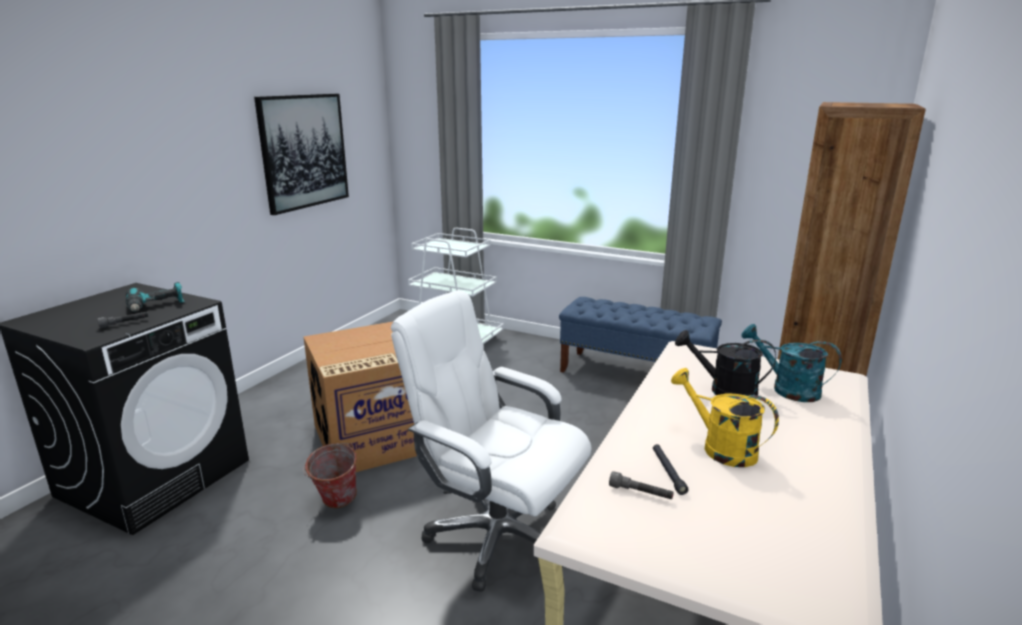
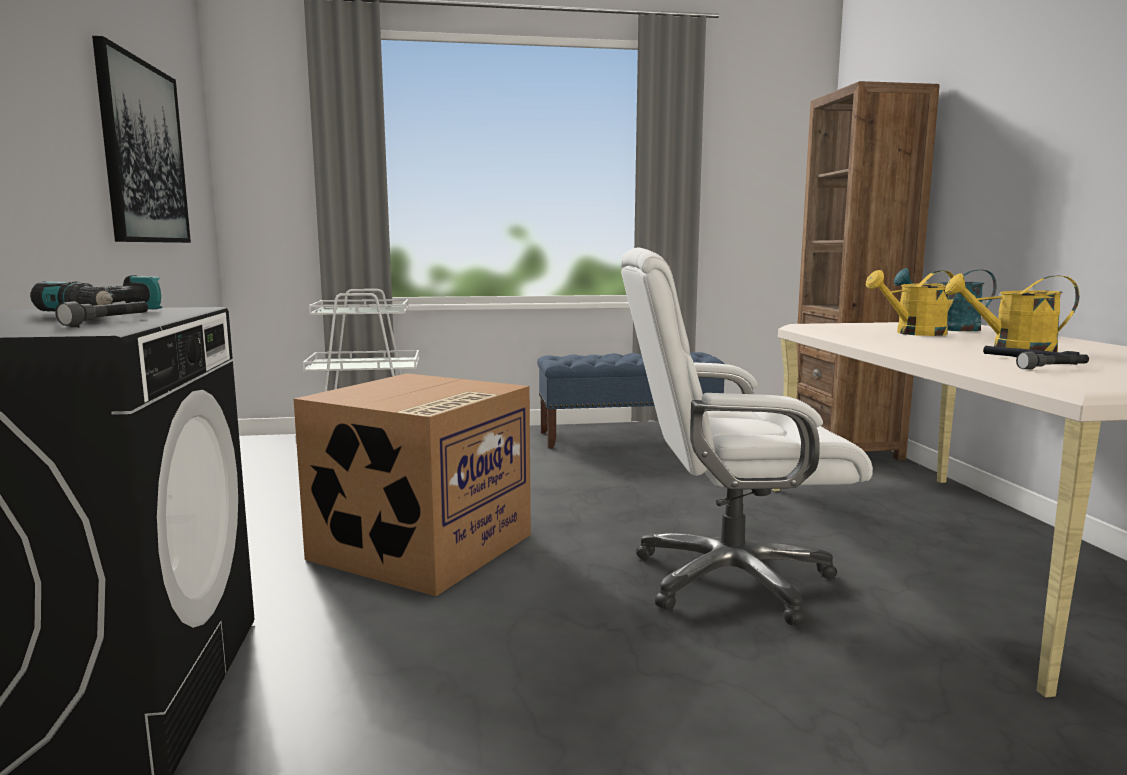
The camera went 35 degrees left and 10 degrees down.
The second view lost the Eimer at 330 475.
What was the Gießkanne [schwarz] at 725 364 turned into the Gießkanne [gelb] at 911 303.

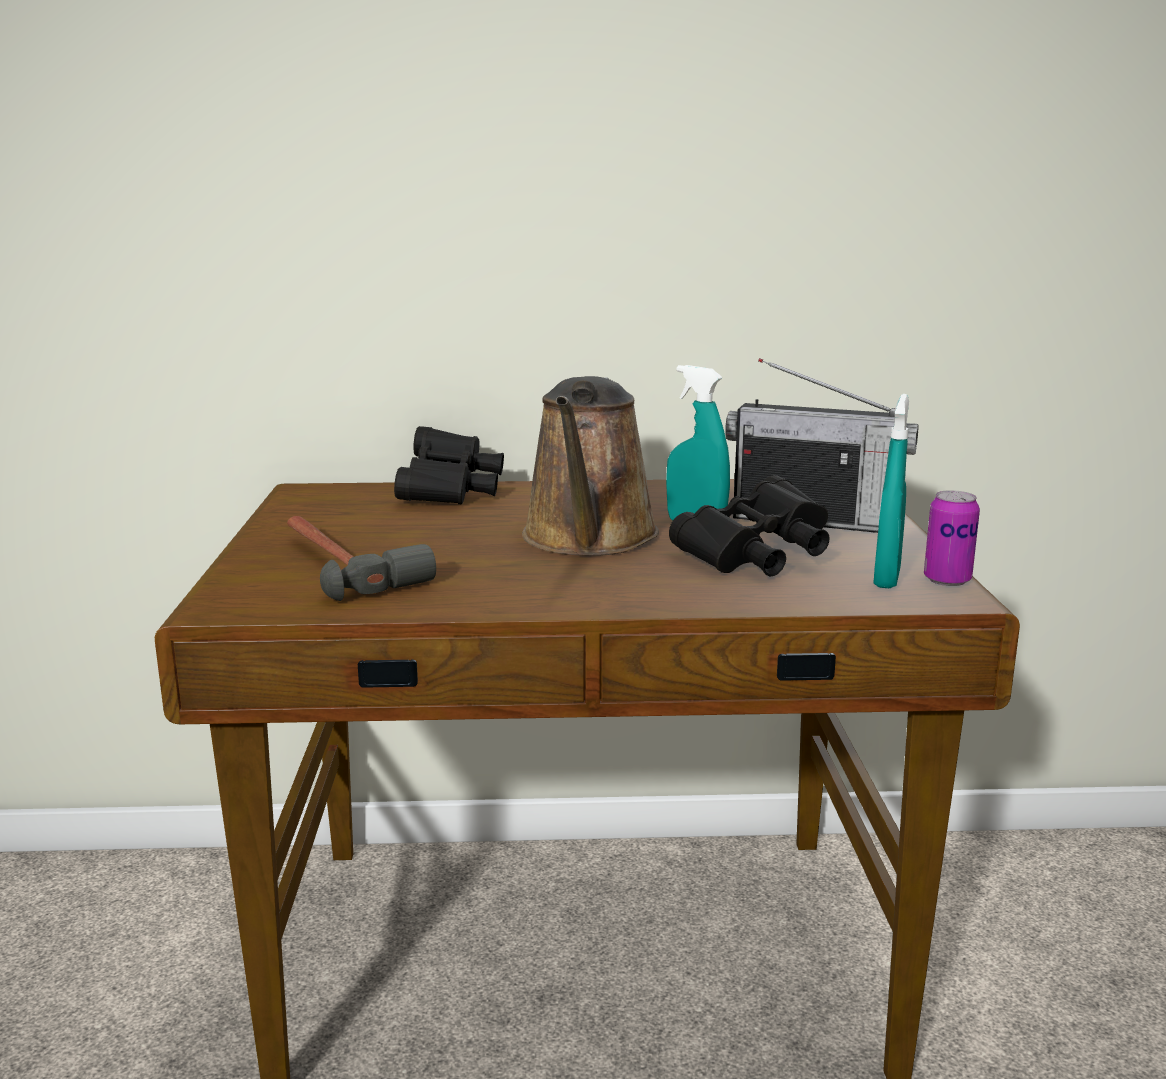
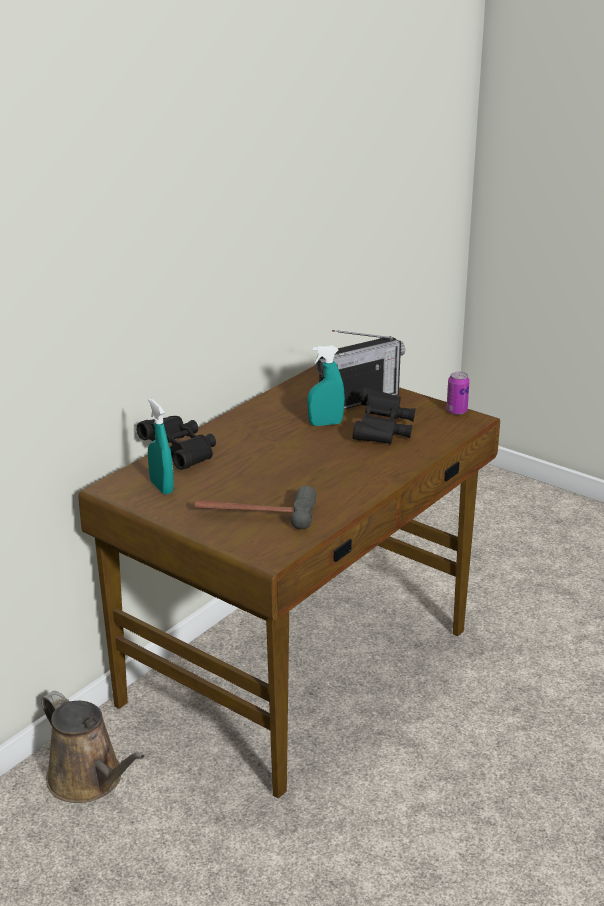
The camera went 50 degrees left and 10 degrees up.
The Gießkanne [braun] ended up elsewhere, having gone from 590 466 to 93 747.
The Sprühflasche [türkis] ended up elsewhere, having gone from 891 491 to 161 446.

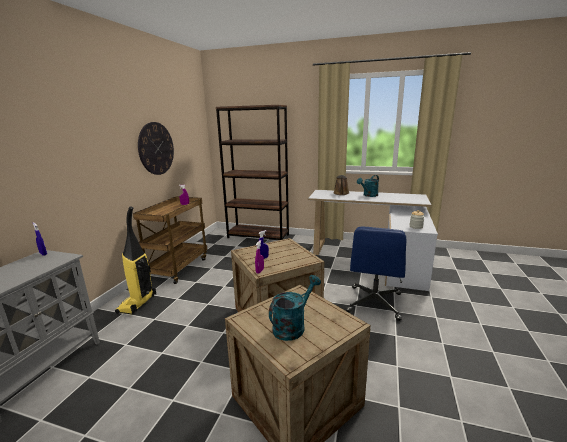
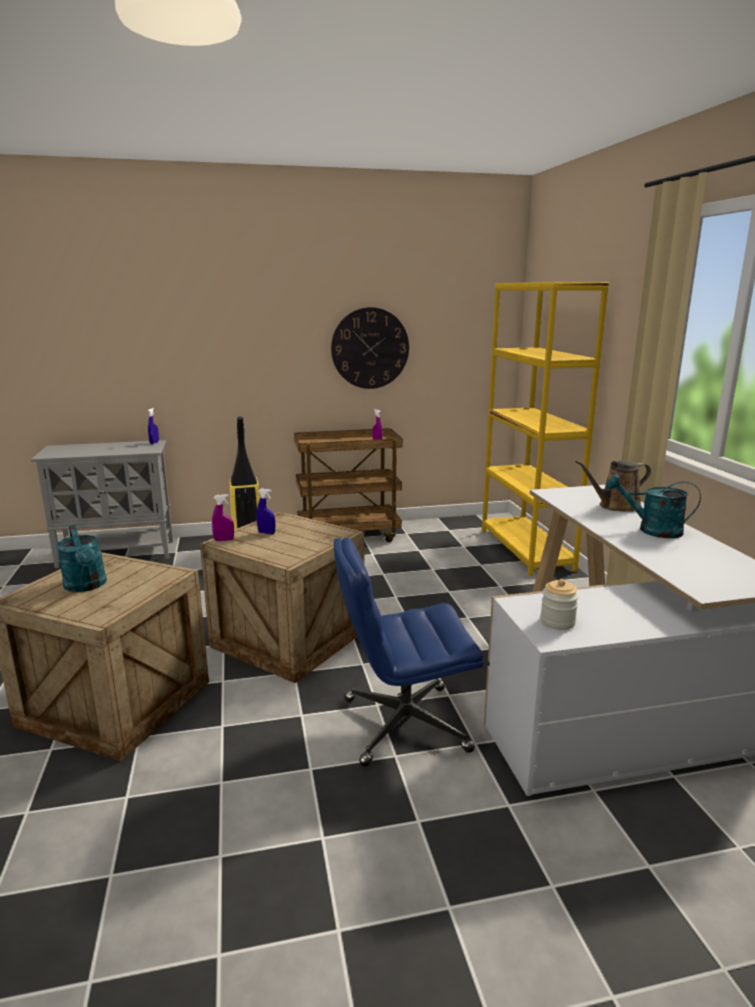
The camera went 60 degrees right and 0 degrees up.
What was the Bücherregal [braun] at 252 172 turned into the Bücherregal [gelb] at 546 429.
The Gießkanne [türkis] at 295 308 ended up facing another way, 45 degrees clockwise from before.

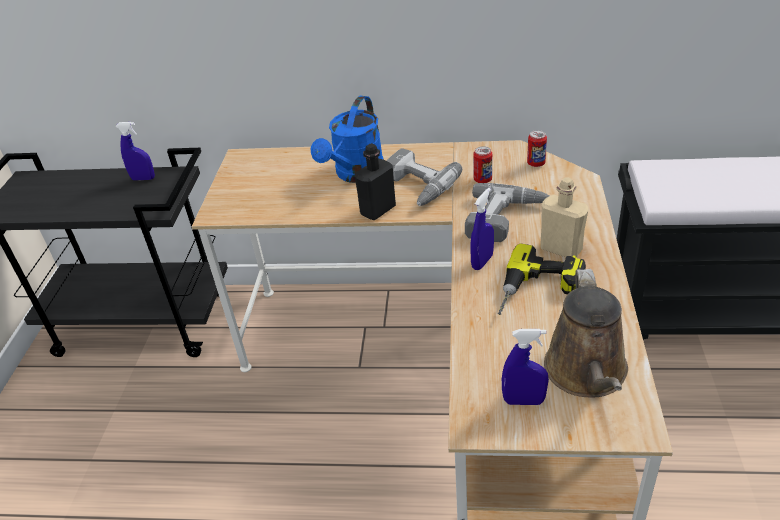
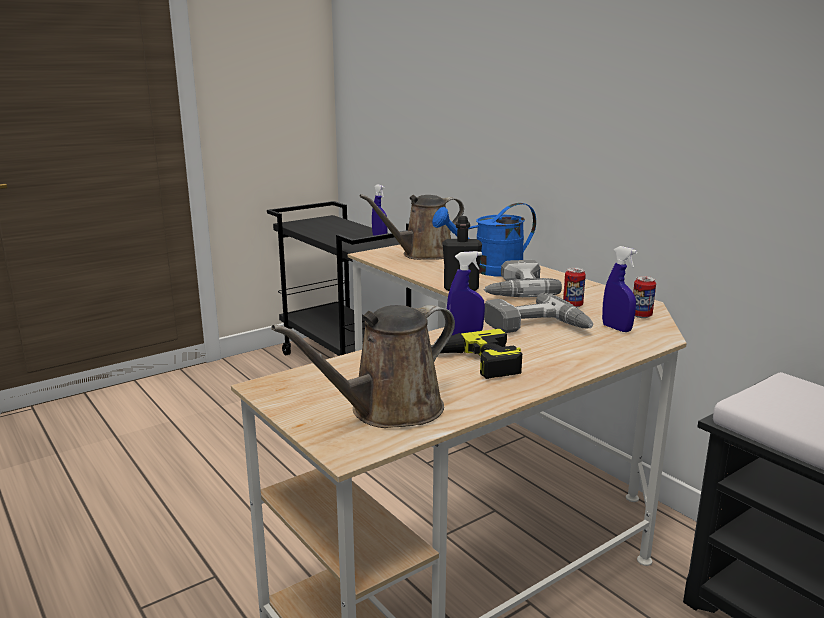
The camera went 45 degrees right and 20 degrees down.
The second view lost the Flasche [beige] at 564 217.
The second view gained the Gießkanne [braun] at 412 227.
The Sprühflasche [blau] ended up elsewhere, having gone from 525 367 to 620 289.

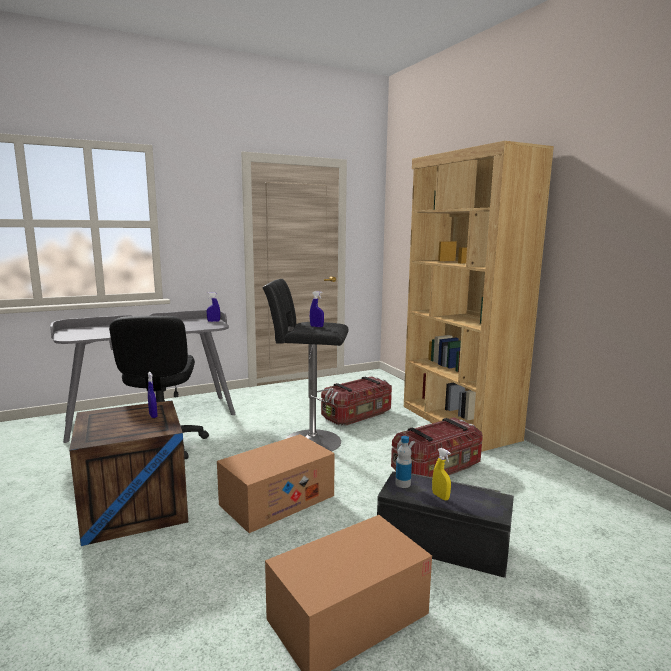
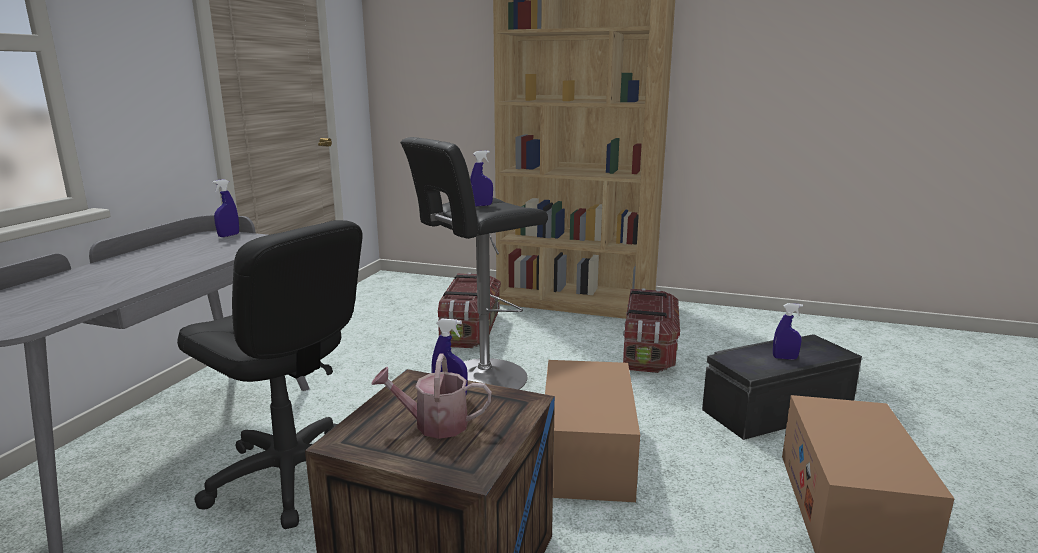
The camera went 45 degrees left and 5 degrees up.
The second view lost the Flasche at 403 462.
The second view gained the Gießkanne at 431 396.
What was the Sprühflasche [gelb] at 441 474 turned into the Sprühflasche [blau] at 788 331.

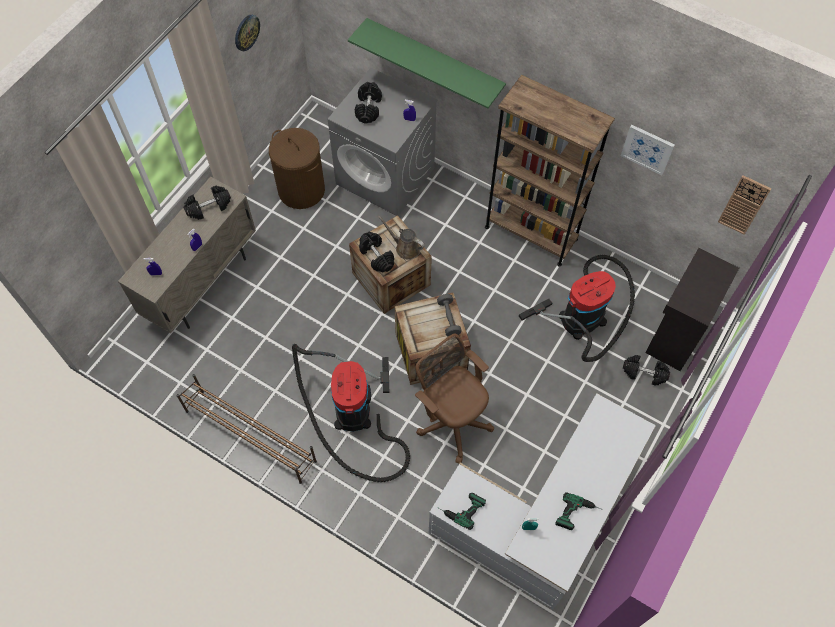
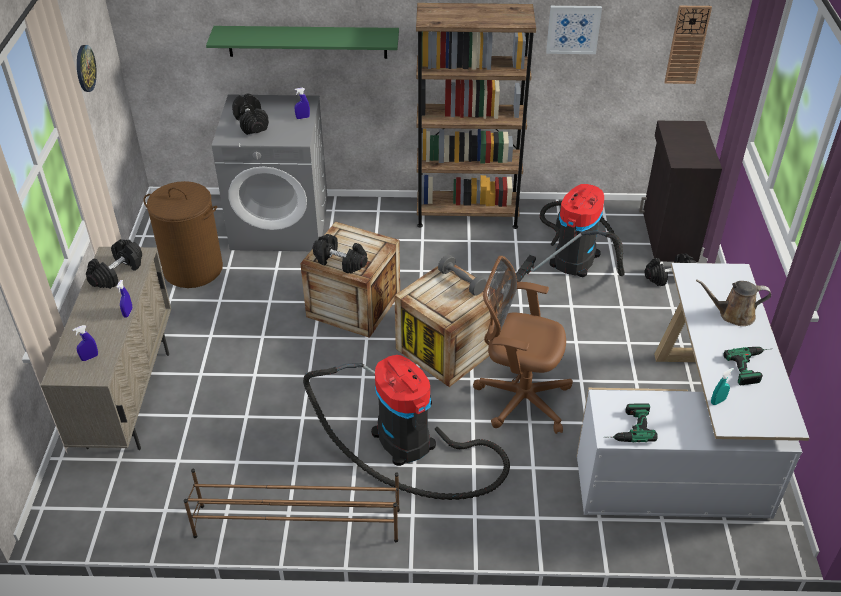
The camera went 30 degrees left and 20 degrees down.
The Gießkanne [braun] ended up elsewhere, having gone from 401 238 to 733 302.

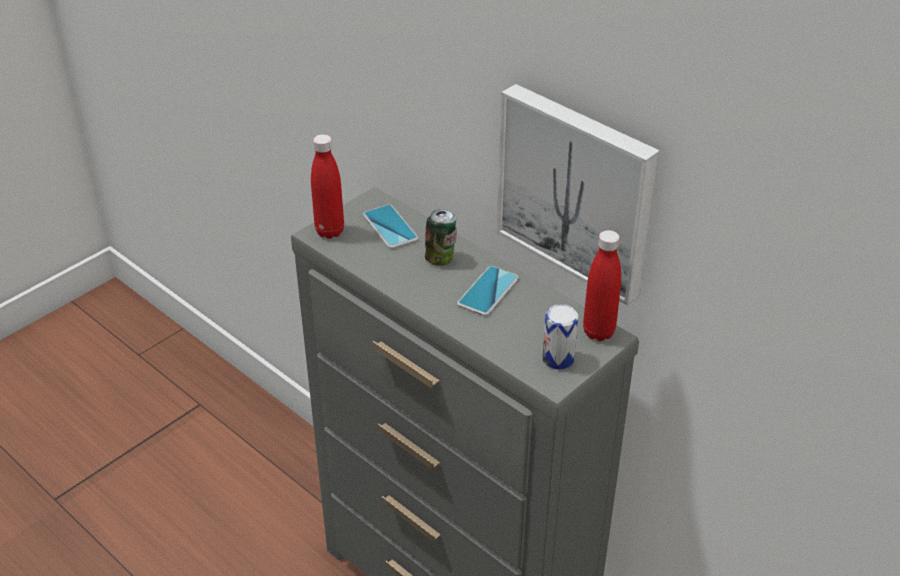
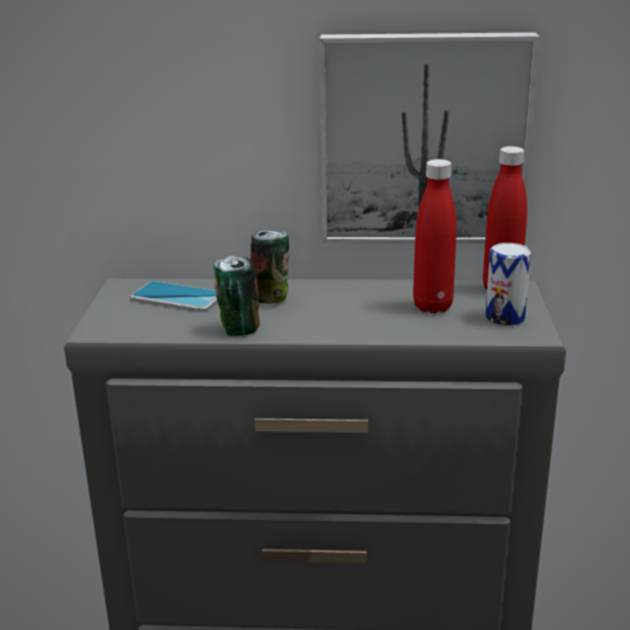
The camera went 40 degrees left and 15 degrees down.
The second view lost the Handy at 488 291.
The second view gained the Dose at 236 296.
The Flasche [rot] ended up elsewhere, having gone from 327 186 to 435 236.

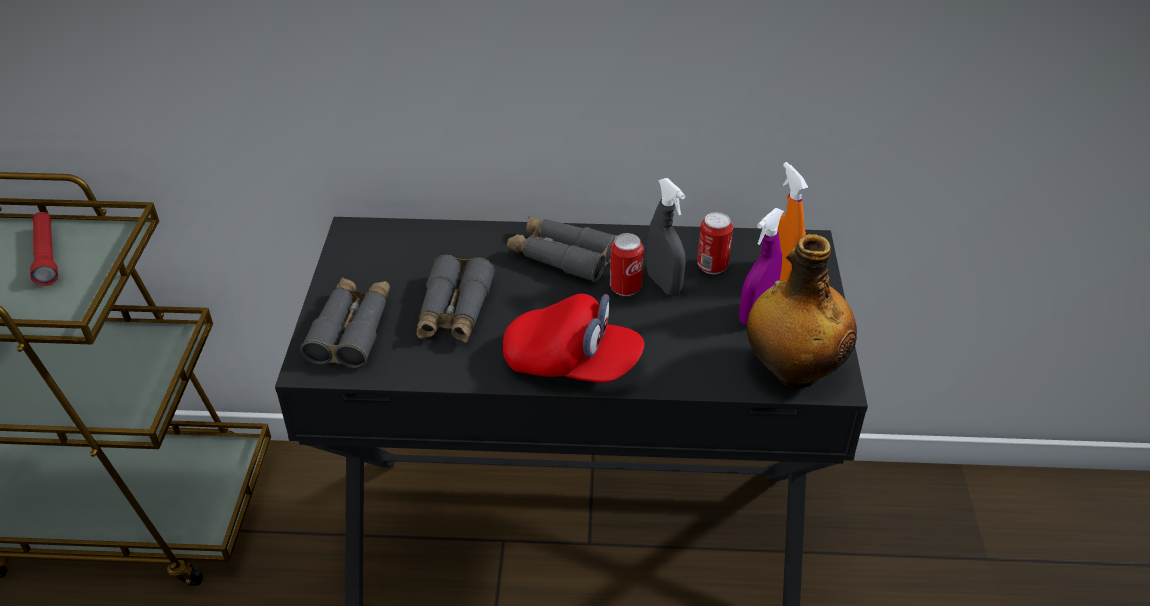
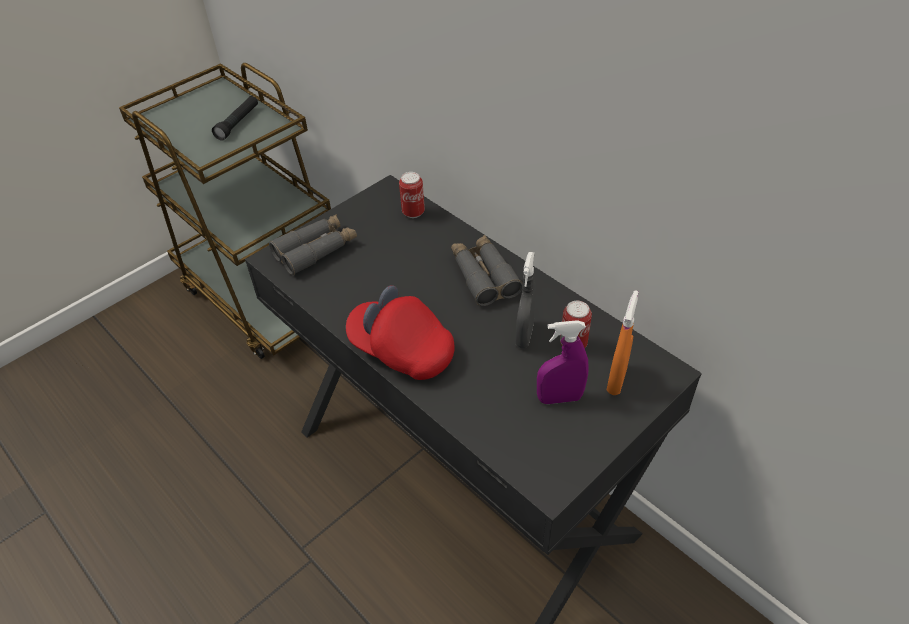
The camera went 45 degrees right and 5 degrees up.
The second view lost the Fernglas [grau] at 455 299.
The second view lost the Flasche at 802 311.
The Dose ended up elsewhere, having gone from 627 264 to 412 195.
What was the Taschenlampe [rot] at 44 249 turned into the Taschenlampe [schwarz] at 235 118.
The Kappe [rot] at 573 338 ended up facing another way, 150 degrees clockwise from before.

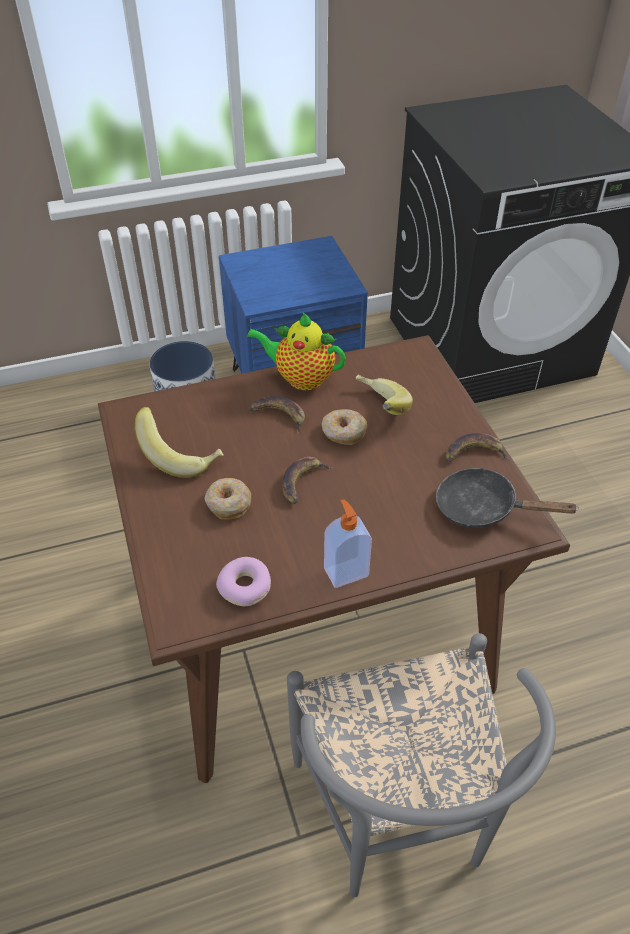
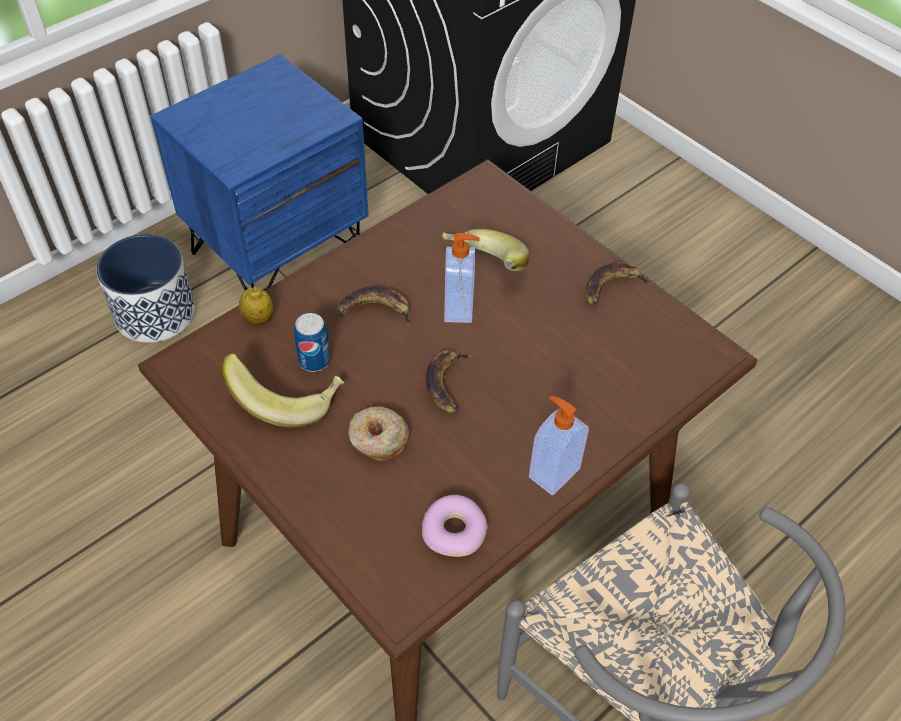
The camera went 25 degrees left and 5 degrees up.
The second view lost the Teekanne at 296 351.
The second view lost the Pfanne [schwarz] at 507 497.
The second view gained the Zitrone at 256 306.
The second view gained the Dose at 312 342.
Where the Donut stood at 344 427, the Seifenspender came to stand at 462 278.

